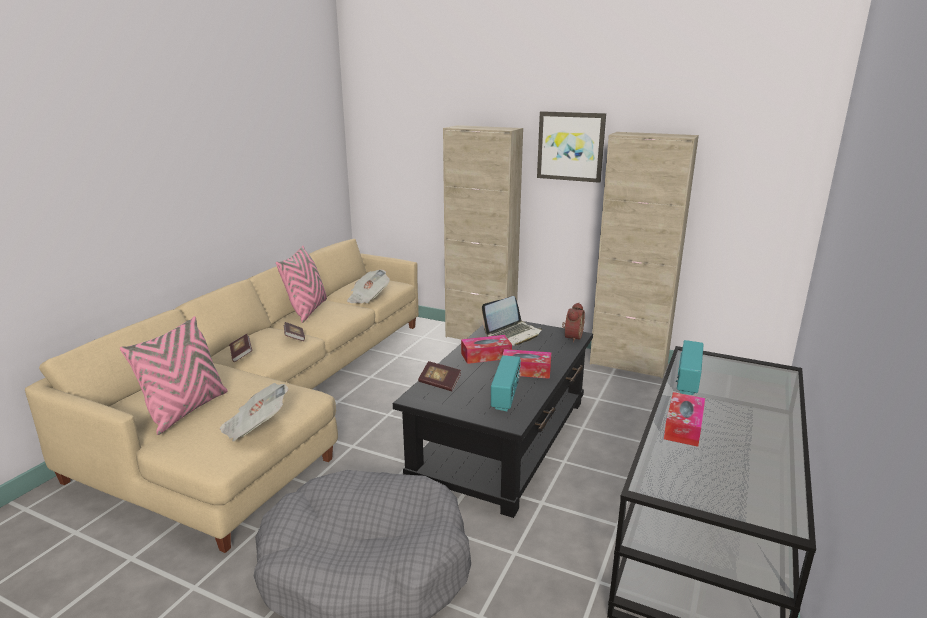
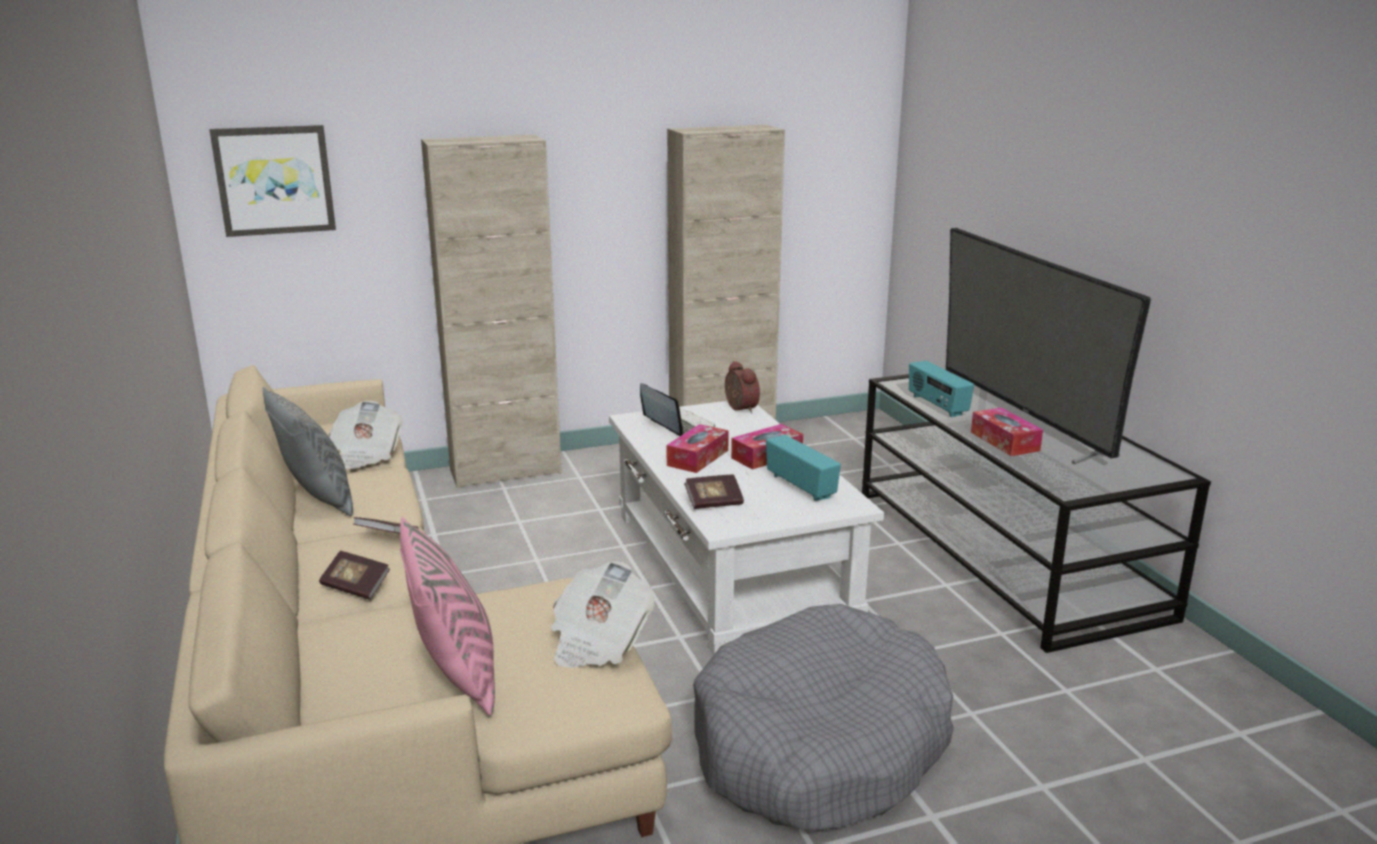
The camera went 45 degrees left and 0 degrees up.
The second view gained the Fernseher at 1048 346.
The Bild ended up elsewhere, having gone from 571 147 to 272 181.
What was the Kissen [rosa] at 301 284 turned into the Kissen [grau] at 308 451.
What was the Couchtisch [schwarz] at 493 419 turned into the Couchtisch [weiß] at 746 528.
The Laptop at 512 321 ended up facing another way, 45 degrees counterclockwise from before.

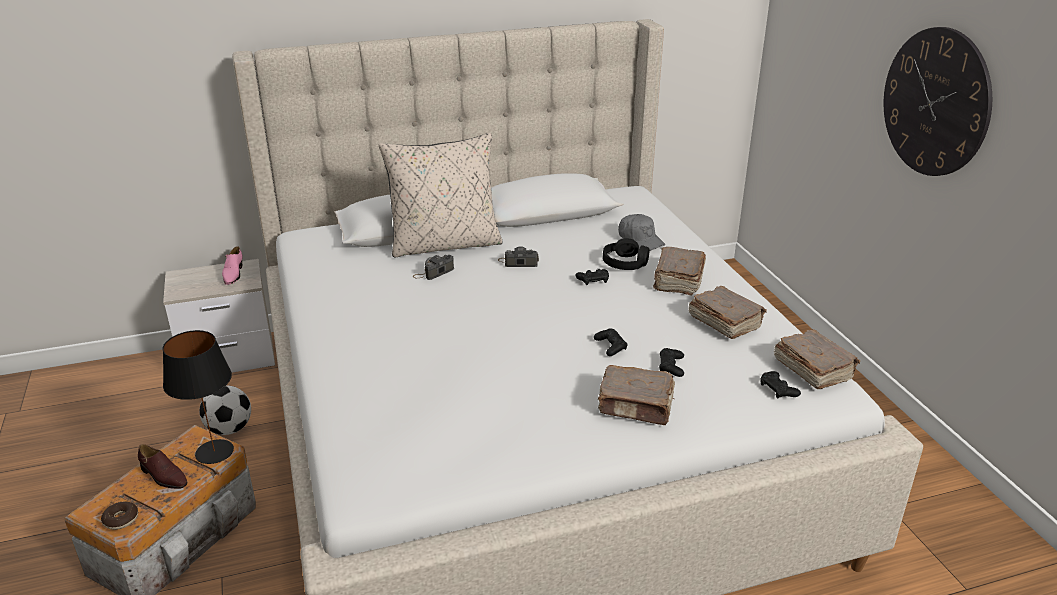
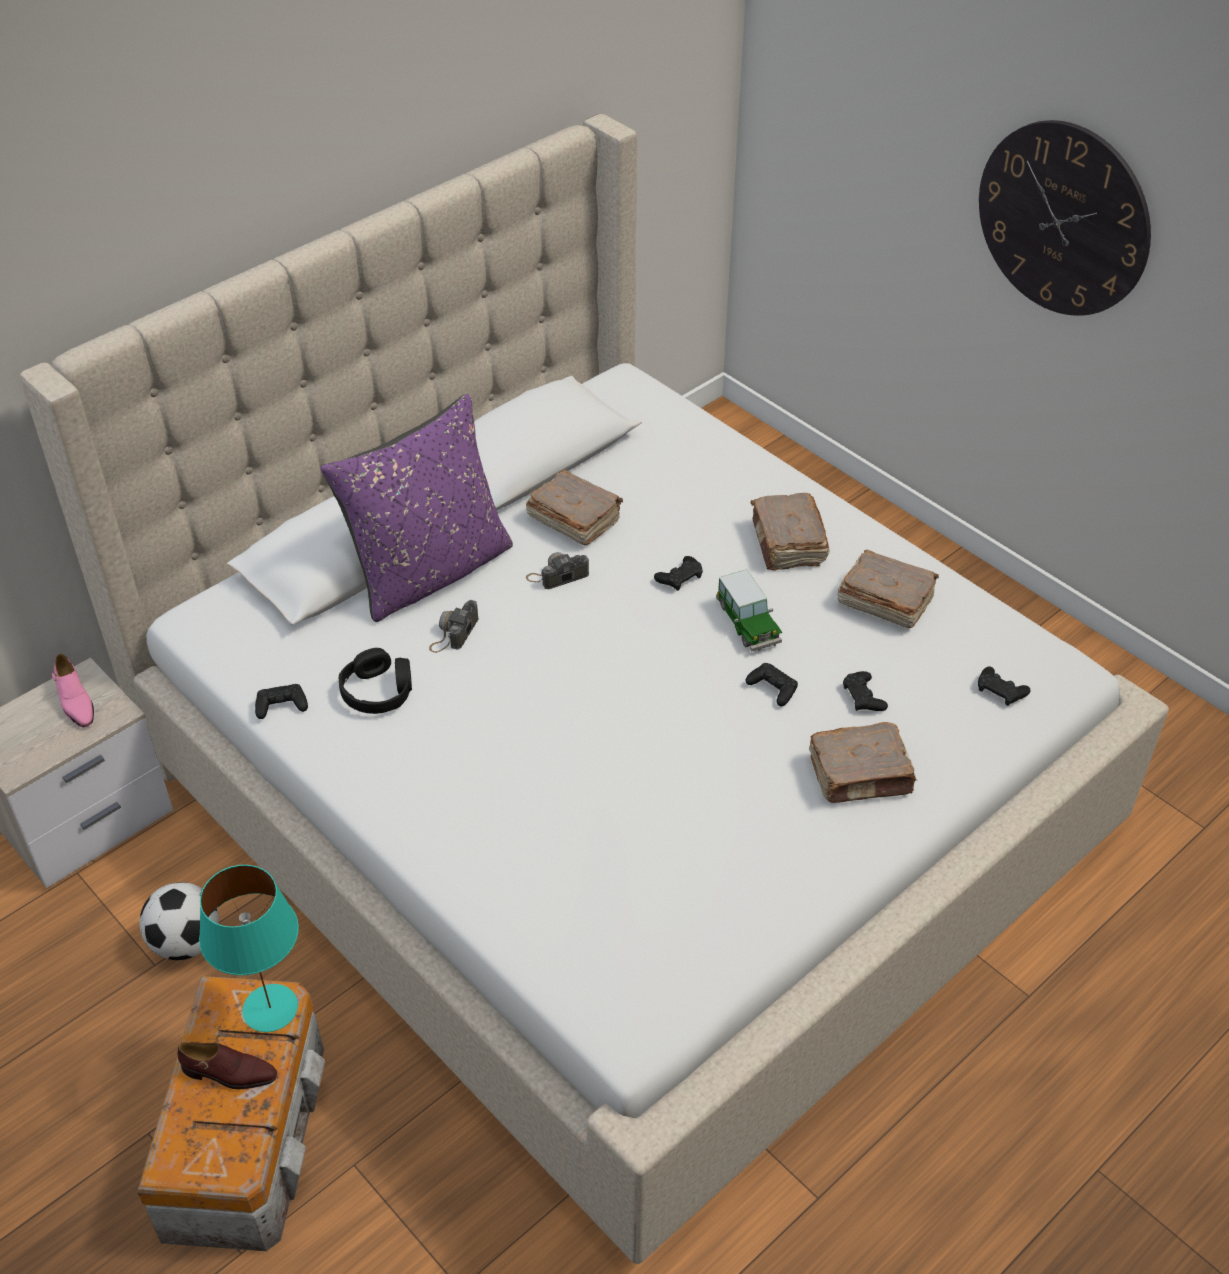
The camera went 25 degrees left and 15 degrees up.
The second view lost the Donut at 119 515.
The second view lost the Kappe [grau] at 641 232.
The second view gained the Gamepad [schwarz] at 281 701.
The second view gained the Spielzeugauto at 749 610.
The Kopfhörer [schwarz] ended up elsewhere, having gone from 626 254 to 375 681.
The Buch [braun] ended up elsewhere, having gone from 817 359 to 574 507.
What was the Tischlampe [schwarz] at 198 397 turned into the Tischlampe [türkis] at 249 948.
What was the Kissen [beige] at 441 195 turned into the Kissen [lila] at 417 508.

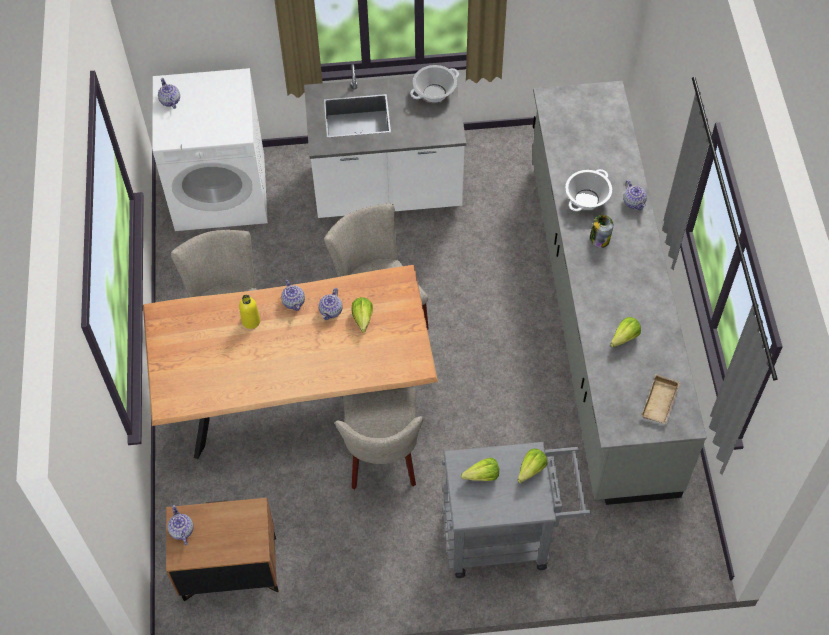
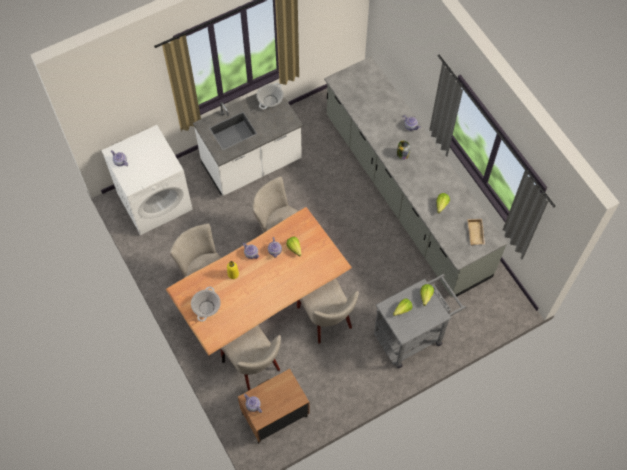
The camera went 25 degrees left and 5 degrees up.
The second view gained the Stuhl [beige] at 250 358.
The Kochtopf ended up elsewhere, having gone from 588 190 to 206 304.

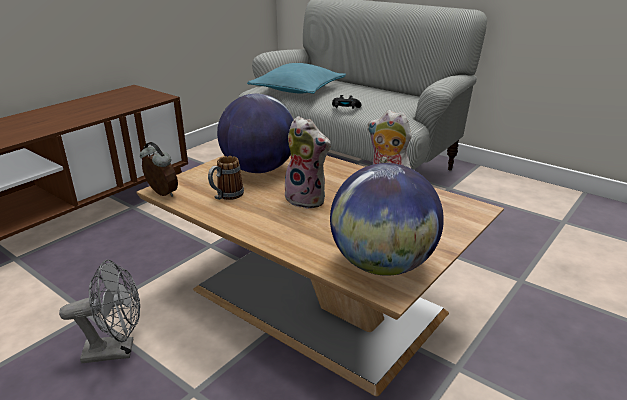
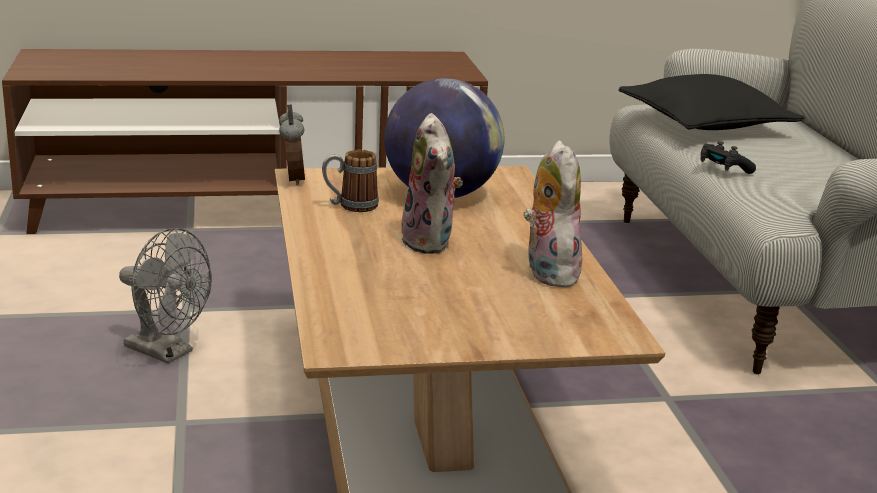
The camera went 40 degrees right and 5 degrees down.
The second view lost the Globus at 387 219.
What was the Kissen [türkis] at 296 78 turned into the Kissen [schwarz] at 711 102.

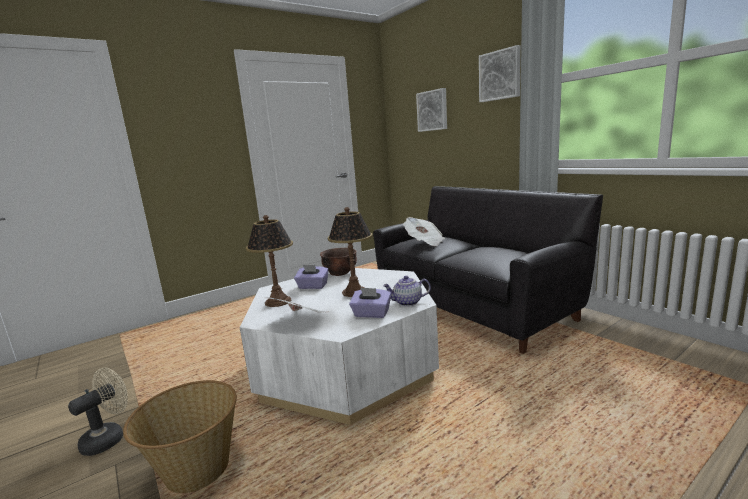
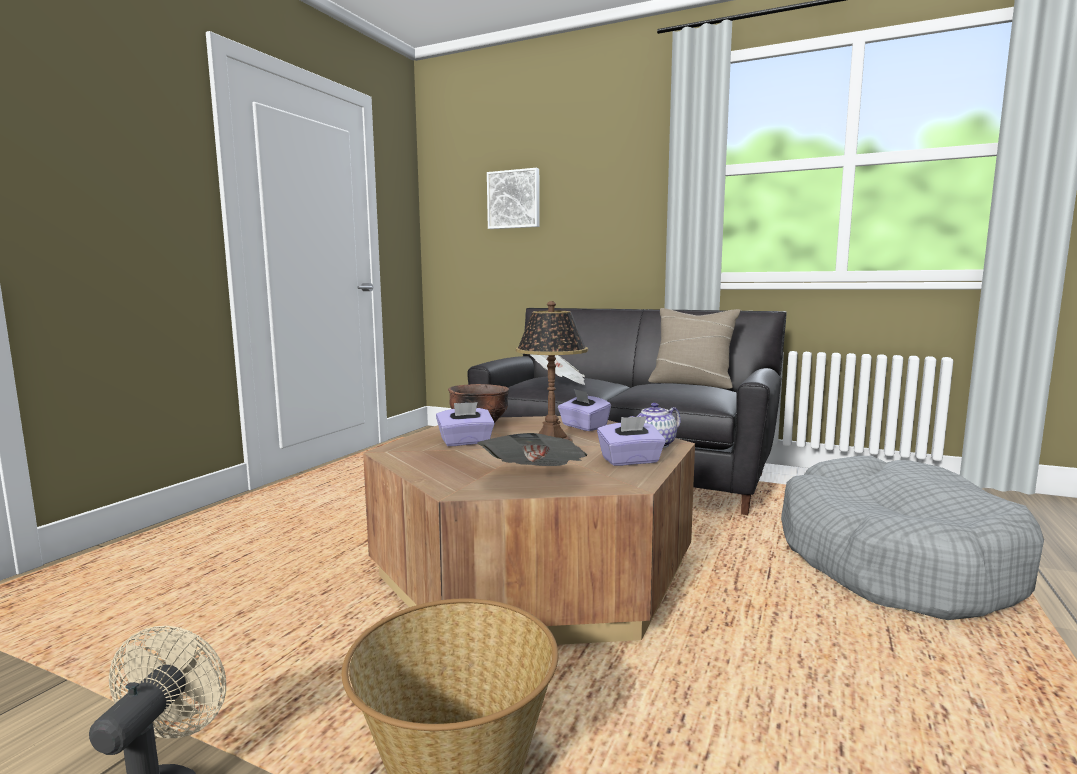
The camera went 30 degrees left and 5 degrees down.
The second view lost the Tischlampe at 269 261.
The second view lost the Bild at 500 73.
The second view gained the Taschentuchbox [lila] at 584 410.
The second view gained the Kissen [beige] at 694 348.
The second view gained the Hundebett [grau] at 912 538.
What was the Couchtisch [weiß] at 339 346 turned into the Couchtisch [braun] at 529 530.

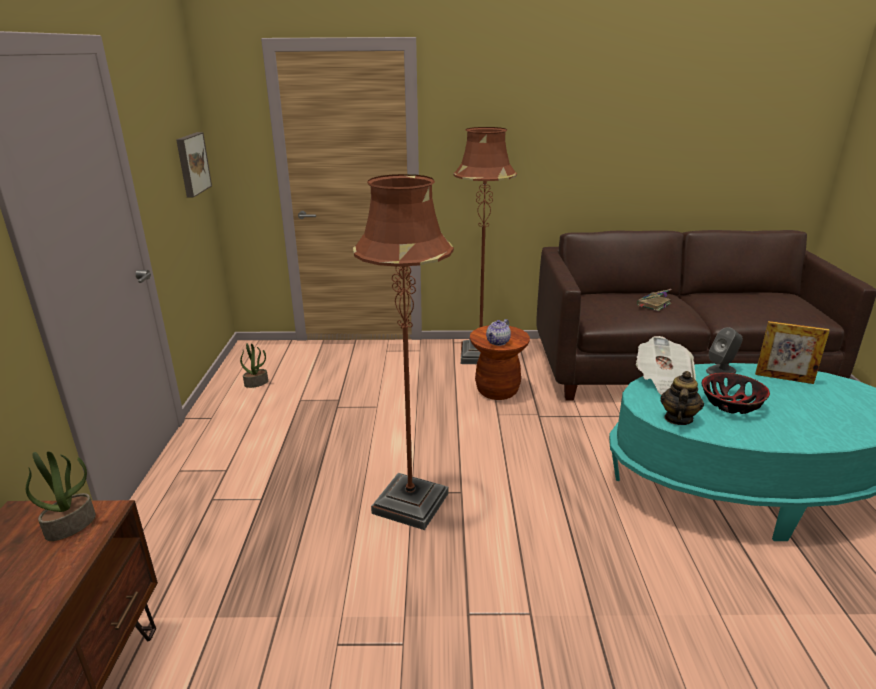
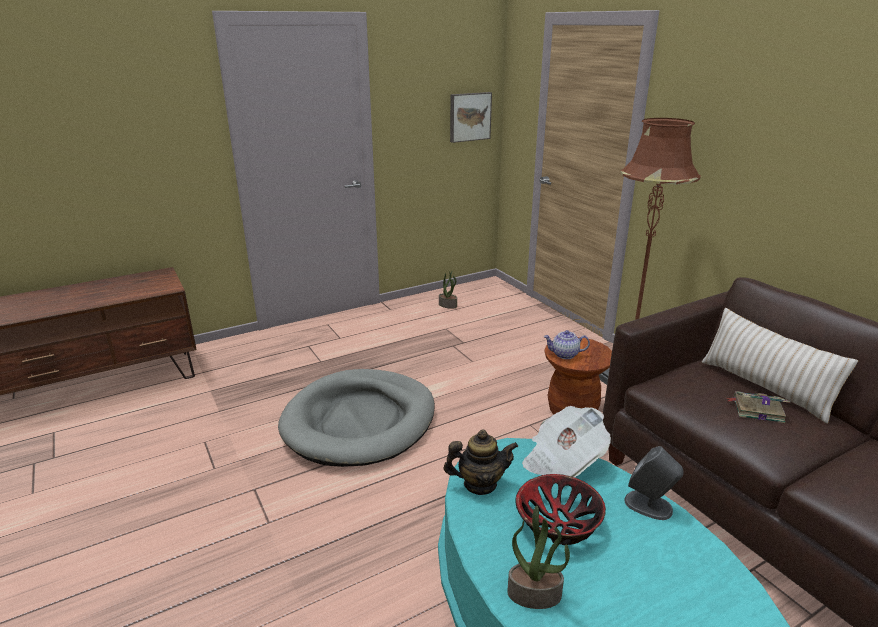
The camera went 60 degrees right and 0 degrees up.
The second view lost the Bilderrahmen at 792 352.
The second view gained the Kissen [beige] at 780 366.
The Topfpflanze ended up elsewhere, having gone from 61 496 to 538 557.
Where the Stehlampe [braun] stood at 403 352, the Hundebett [grau] came to stand at 356 418.

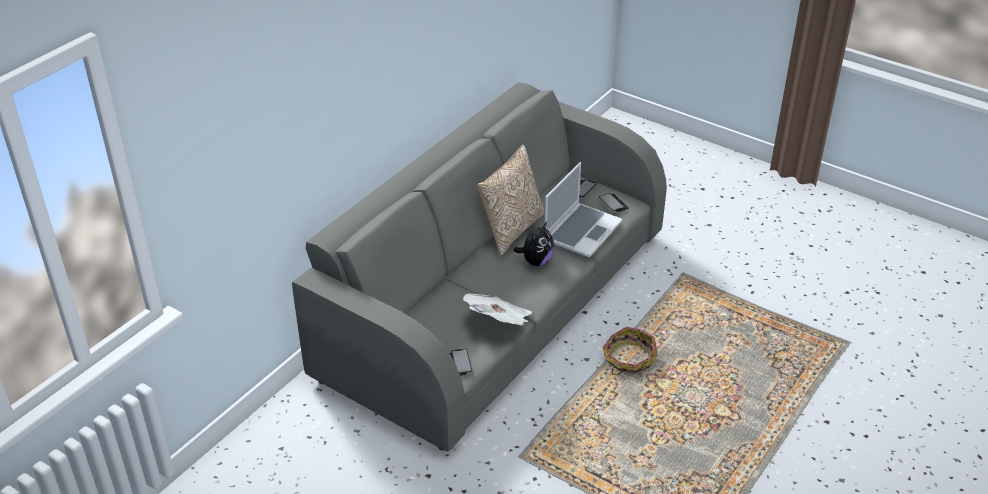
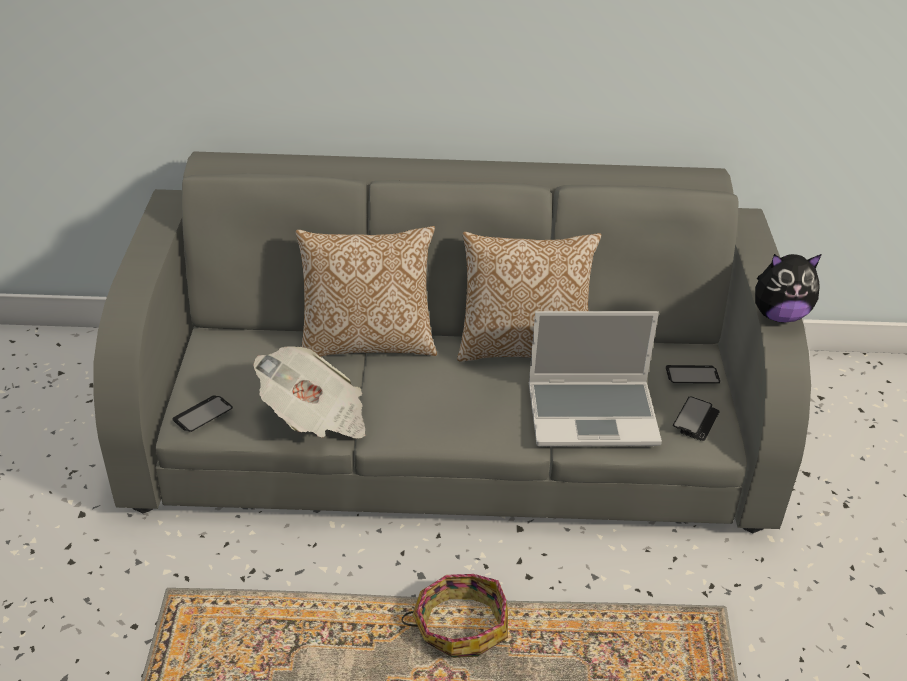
The camera went 55 degrees right and 0 degrees up.
The second view gained the Kissen at 366 291.
The Plüschtier ended up elsewhere, having gone from 534 243 to 788 288.

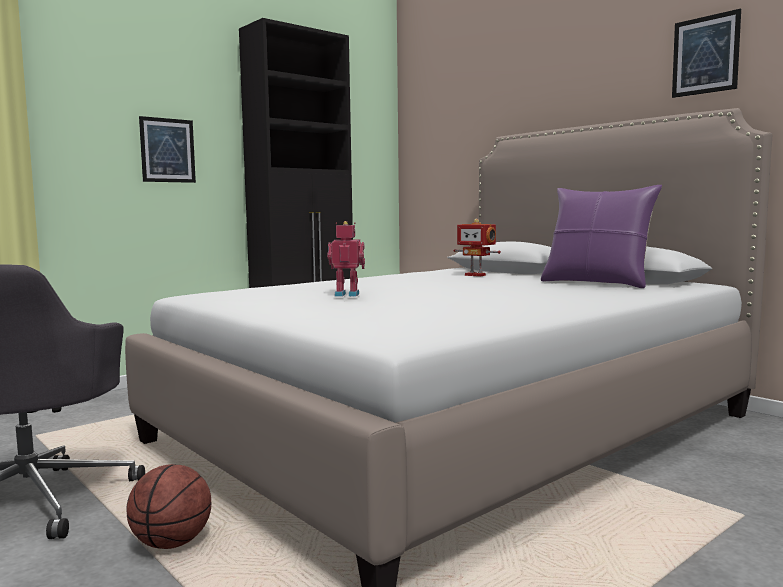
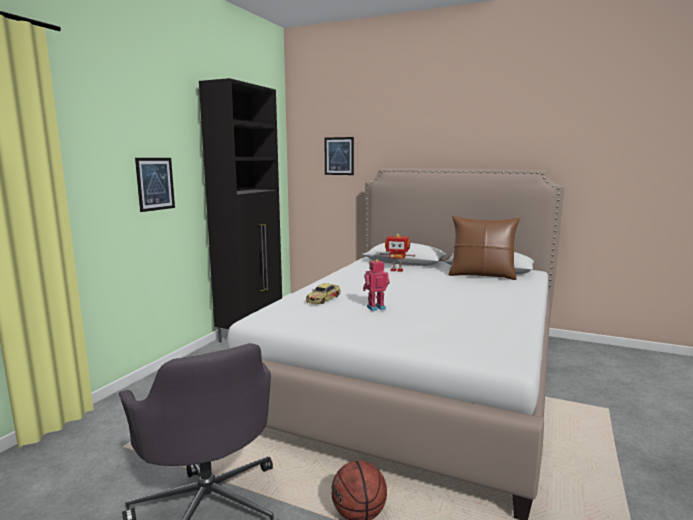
The camera went 25 degrees left and 5 degrees up.
The second view gained the Spielzeugauto at 323 293.
The Bild ended up elsewhere, having gone from 706 53 to 339 156.
What was the Kissen [lila] at 601 236 turned into the Kissen [braun] at 484 248.

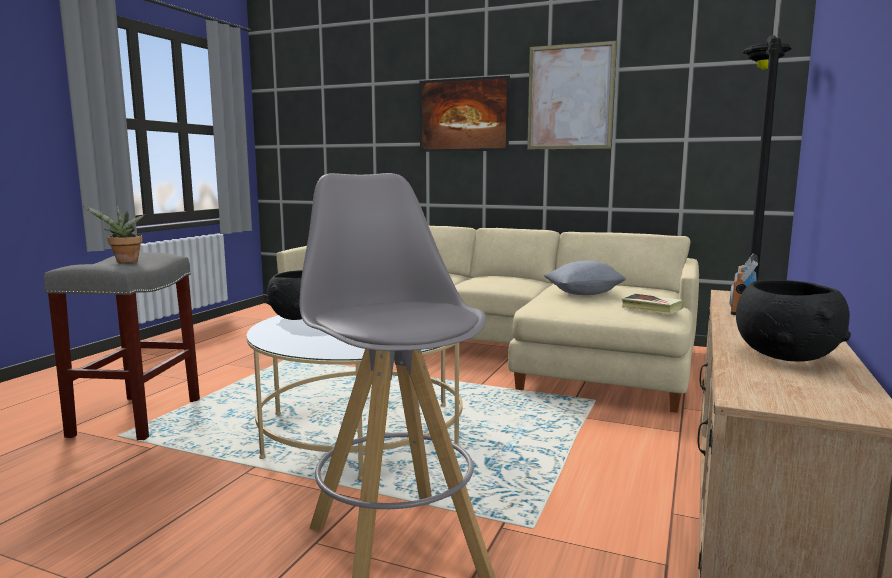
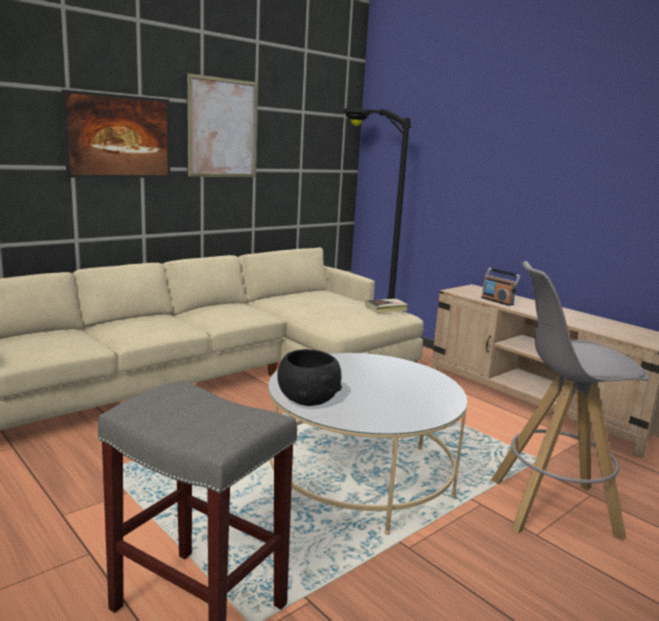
The camera went 65 degrees left and 5 degrees up.
The second view lost the Topfpflanze at 113 234.
The second view lost the Kissen [grau] at 585 278.
The second view lost the Schüssel [schwarz] at 793 321.

